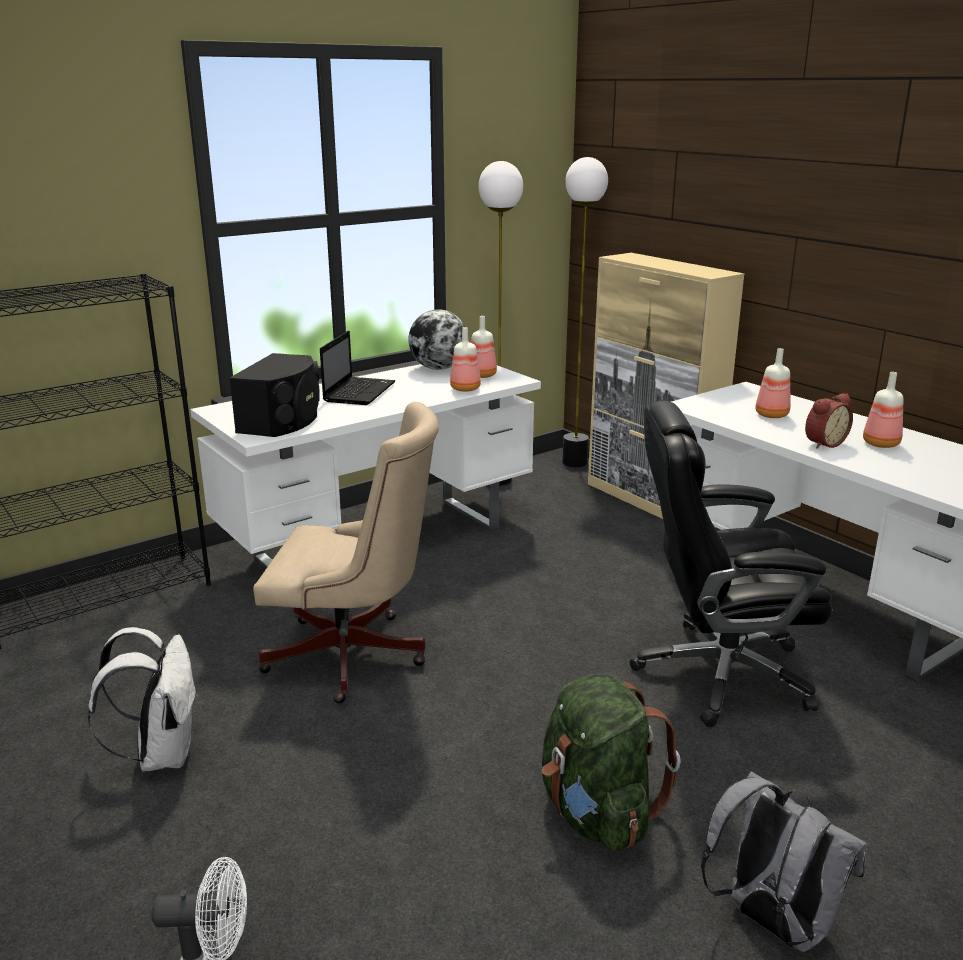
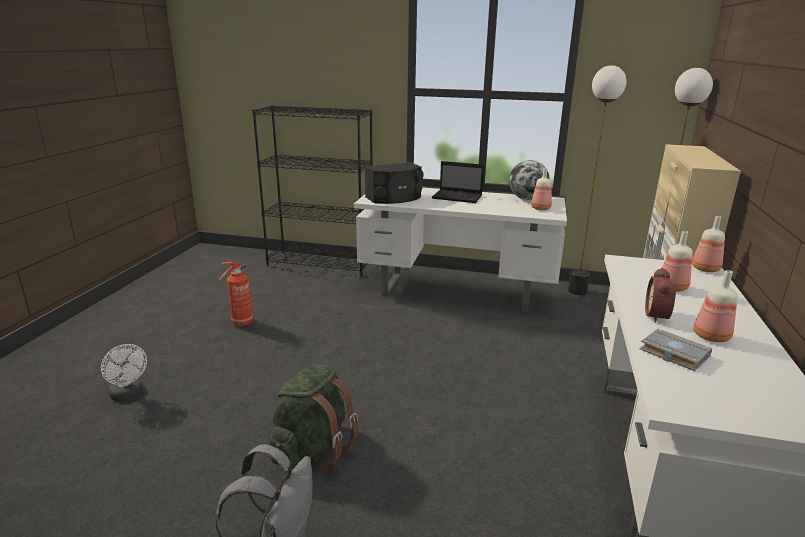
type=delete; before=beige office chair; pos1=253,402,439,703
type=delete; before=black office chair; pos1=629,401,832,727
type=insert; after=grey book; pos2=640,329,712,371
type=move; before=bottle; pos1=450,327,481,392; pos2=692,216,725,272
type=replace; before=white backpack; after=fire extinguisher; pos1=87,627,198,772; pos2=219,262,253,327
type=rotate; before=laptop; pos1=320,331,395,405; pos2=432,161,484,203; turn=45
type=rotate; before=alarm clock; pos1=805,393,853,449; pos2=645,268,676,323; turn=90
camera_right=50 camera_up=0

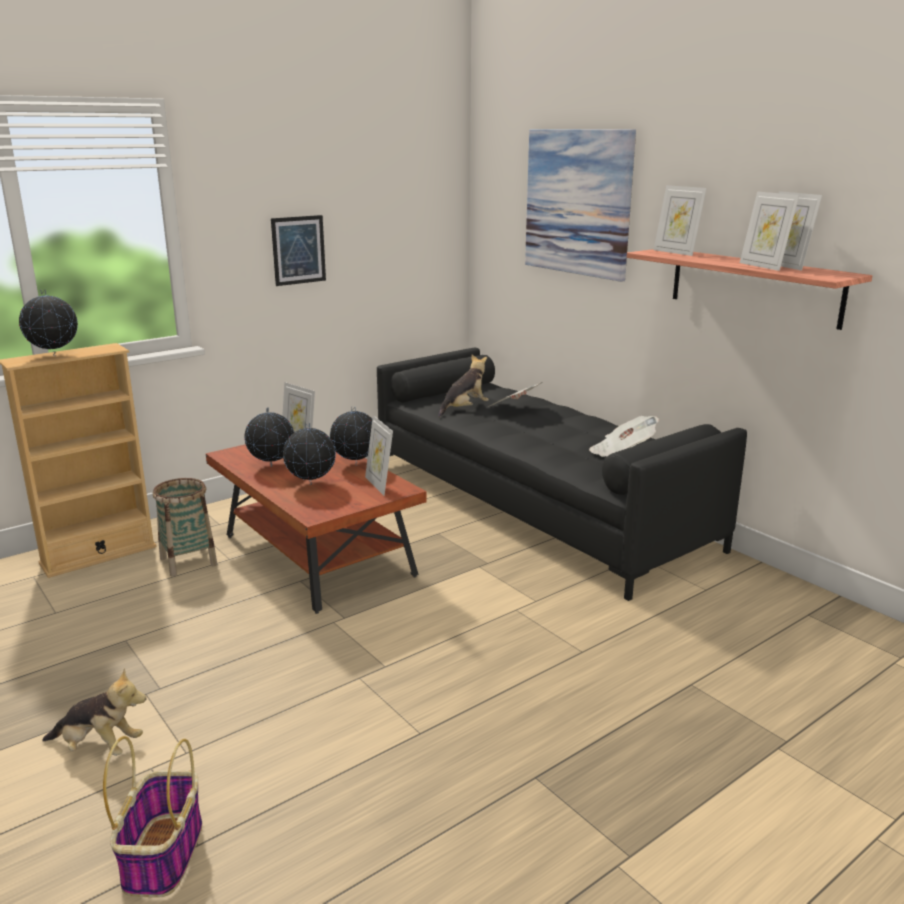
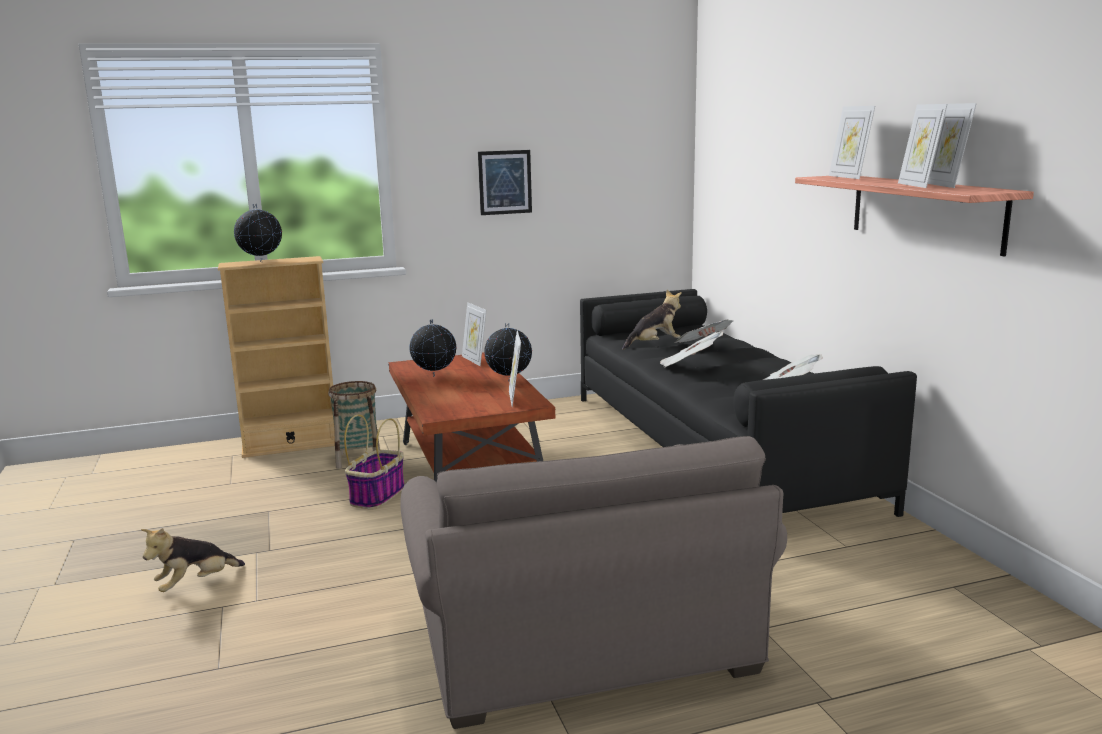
type=delete; before=globe; pos1=283,423,336,485
type=delete; before=picture; pos1=525,129,636,282
type=insert; after=grey armchair; pos2=400,436,787,729
type=insert; after=newspaper; pos2=660,332,723,368
type=move; before=basket; pos1=103,736,202,898; pos2=344,415,404,510
type=rotate; before=plush toy; pos1=42,668,147,756; pos2=141,528,245,592; turn=105
camera_right=20 camera_up=-5

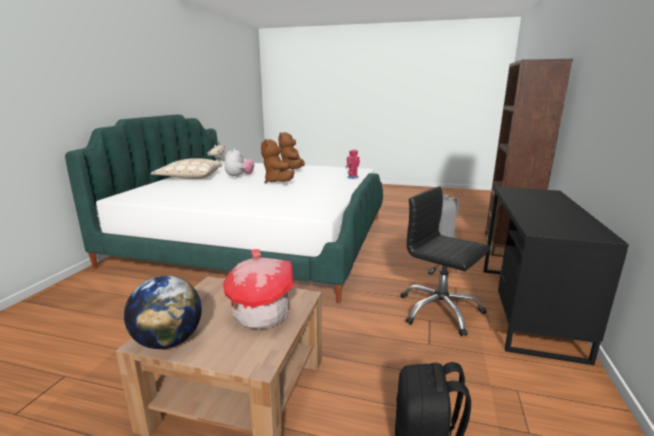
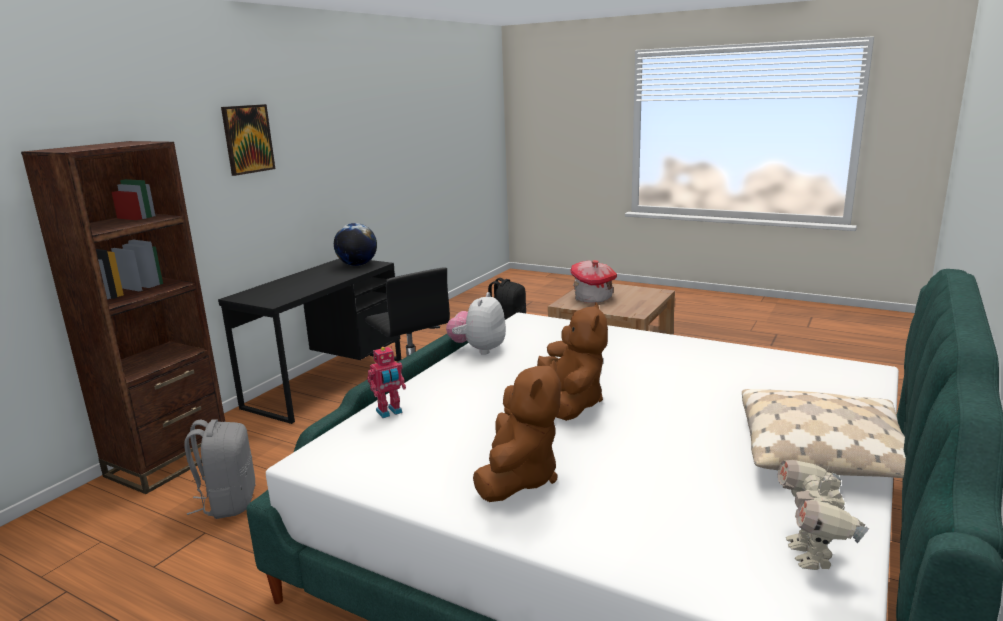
type=insert; after=picture; pos2=221,104,275,176
type=move; before=globe; pos1=124,276,202,349; pos2=334,223,377,266
type=move; before=plush toy; pos1=225,148,254,178; pos2=446,292,506,355
camera_right=-165 camera_up=0

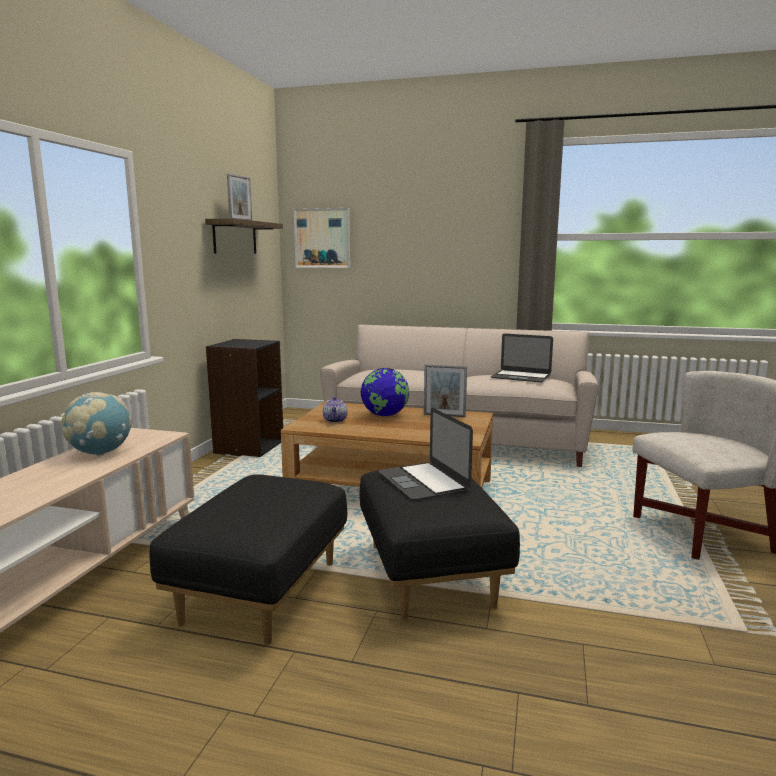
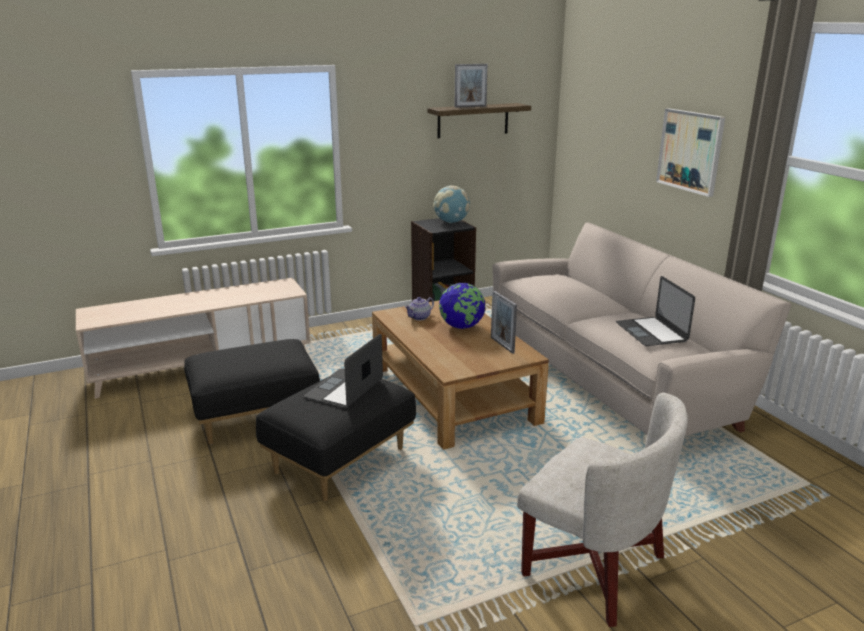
type=move; before=globe; pos1=62,392,132,455; pos2=433,186,470,223
type=move; before=picture; pos1=294,208,350,268; pos2=656,108,725,197
camera_right=50 camera_up=10

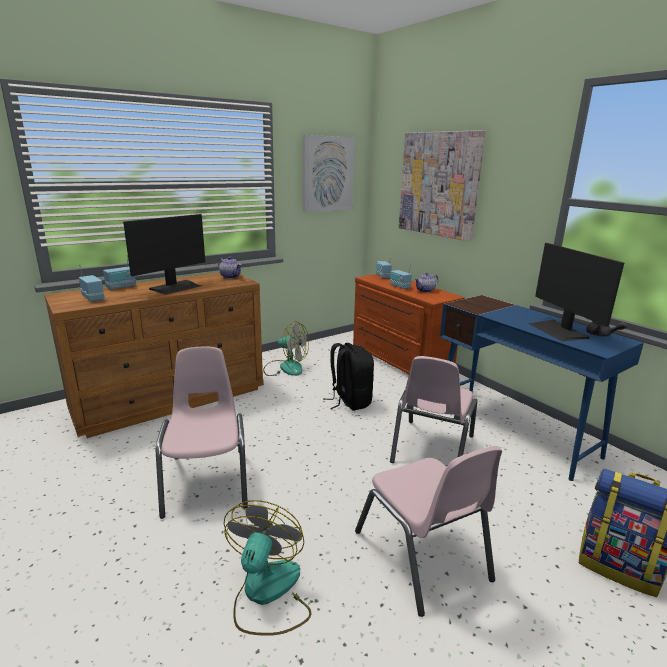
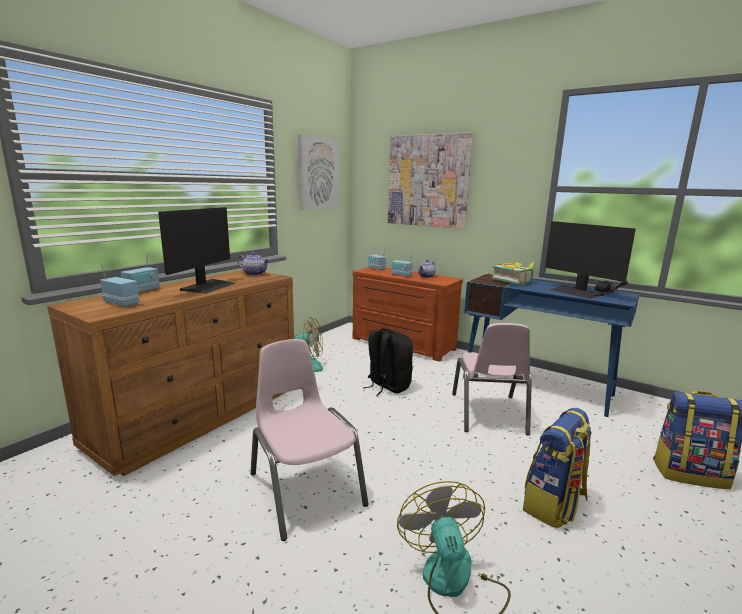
type=insert; after=book; pos2=491,262,534,286
type=replace; before=pink chair; after=backpack; pos1=355,446,502,617; pos2=523,408,592,529
camera_right=-20 camera_up=-5

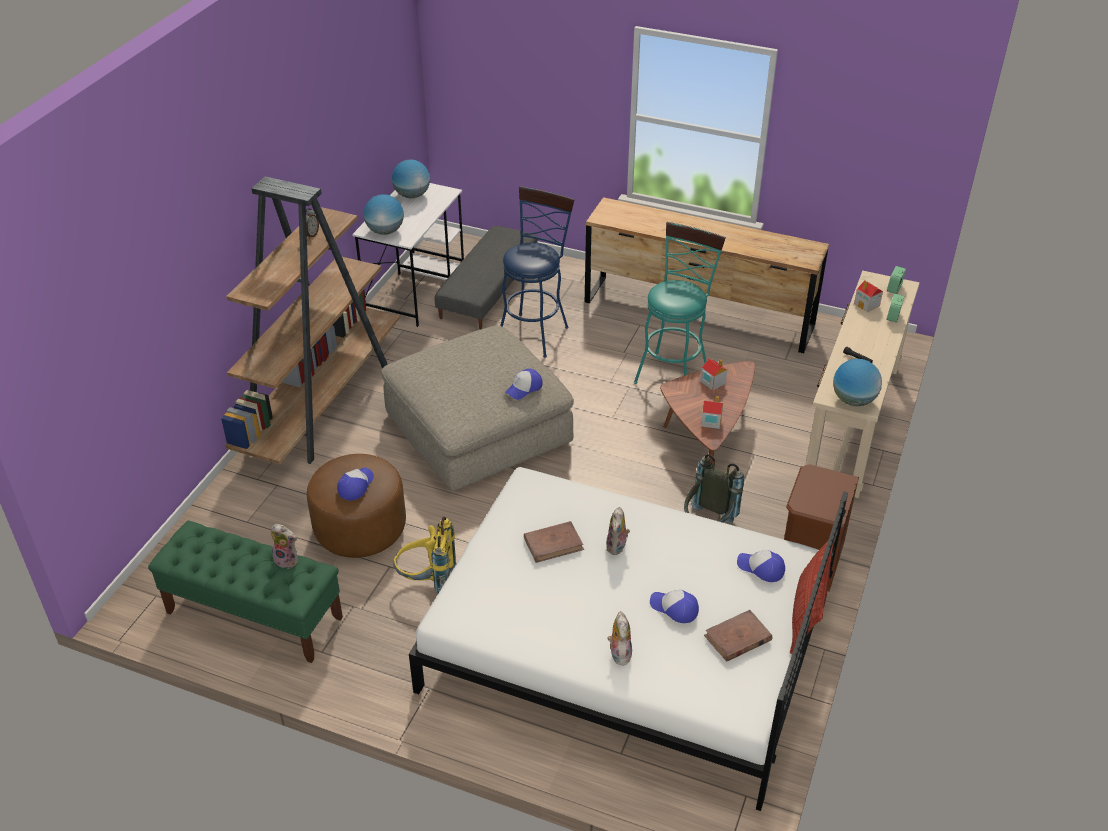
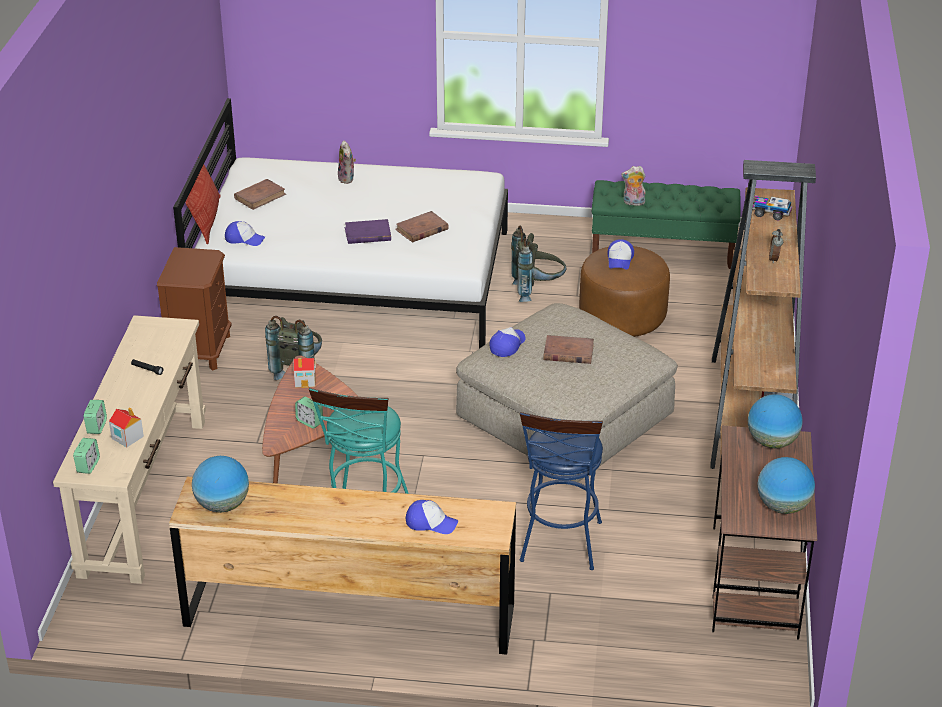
type=delete; before=grey ottoman; pos1=434,226,538,330
type=insert; after=brown book; pos2=543,335,594,364
type=insert; after=toy truck; pos2=752,195,792,221
type=move; before=cap; pos1=650,590,699,623; pos2=406,500,458,534
type=move; before=globe; pos1=833,359,882,406; pos2=192,456,249,513
type=replace; before=plush toy; after=purple book; pos1=606,507,630,555; pos2=345,219,391,244
type=replace; before=toy house; after=alarm clock; pos1=700,359,727,391; pos2=295,397,323,429
type=recolor; before=white desk; after=brown desk; pos1=352,183,464,327; pos2=712,426,817,639
type=recolor; before=yellow backpack; after=grey backpack; pos1=393,517,457,595; pos2=511,226,566,302
camera_right=165 camera_up=-5

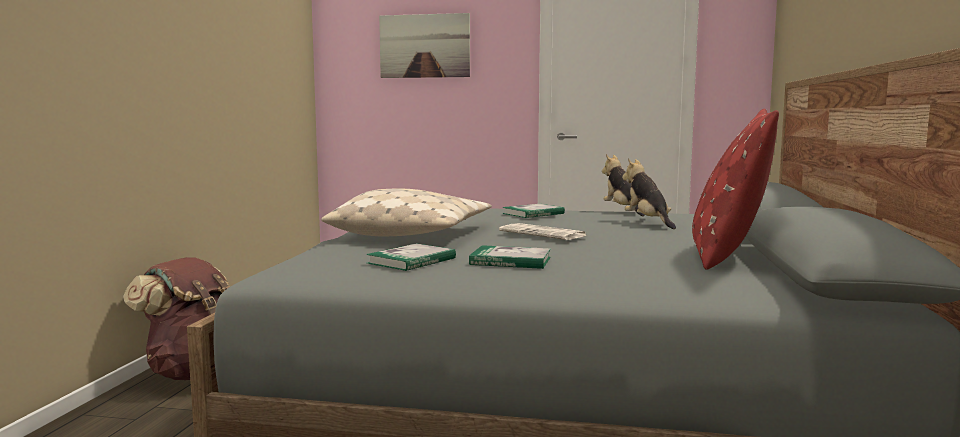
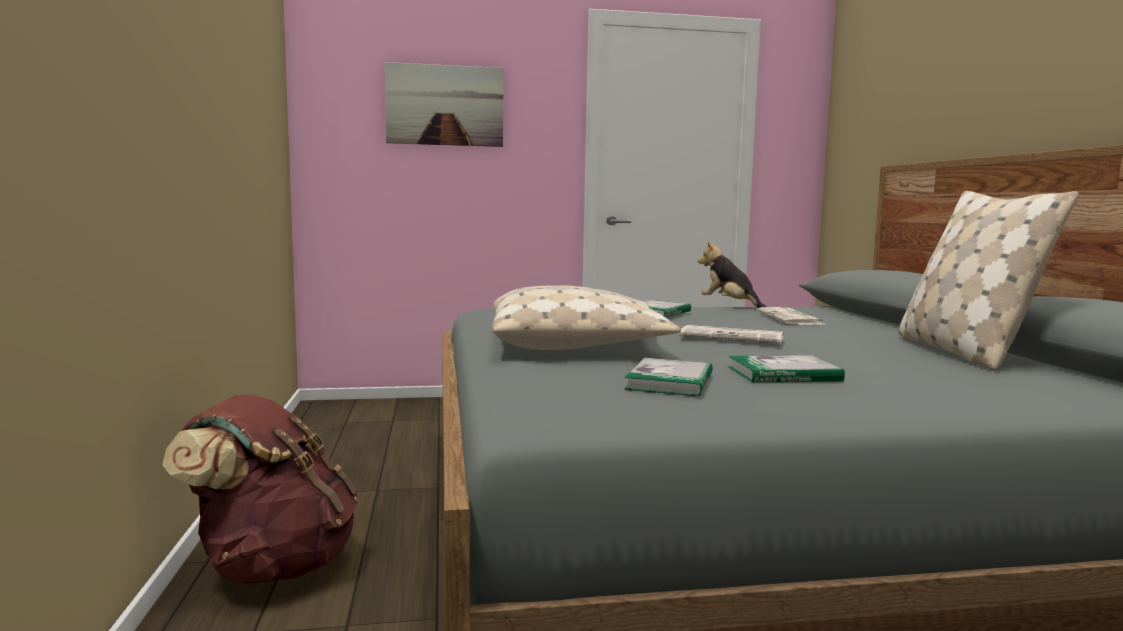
type=replace; before=plush toy; after=newspaper; pos1=622,158,676,229; pos2=758,307,827,325
type=recolor; before=red pillow; after=beige pillow; pos1=692,109,779,270; pos2=898,191,1079,371
camera_right=-20 camera_up=0

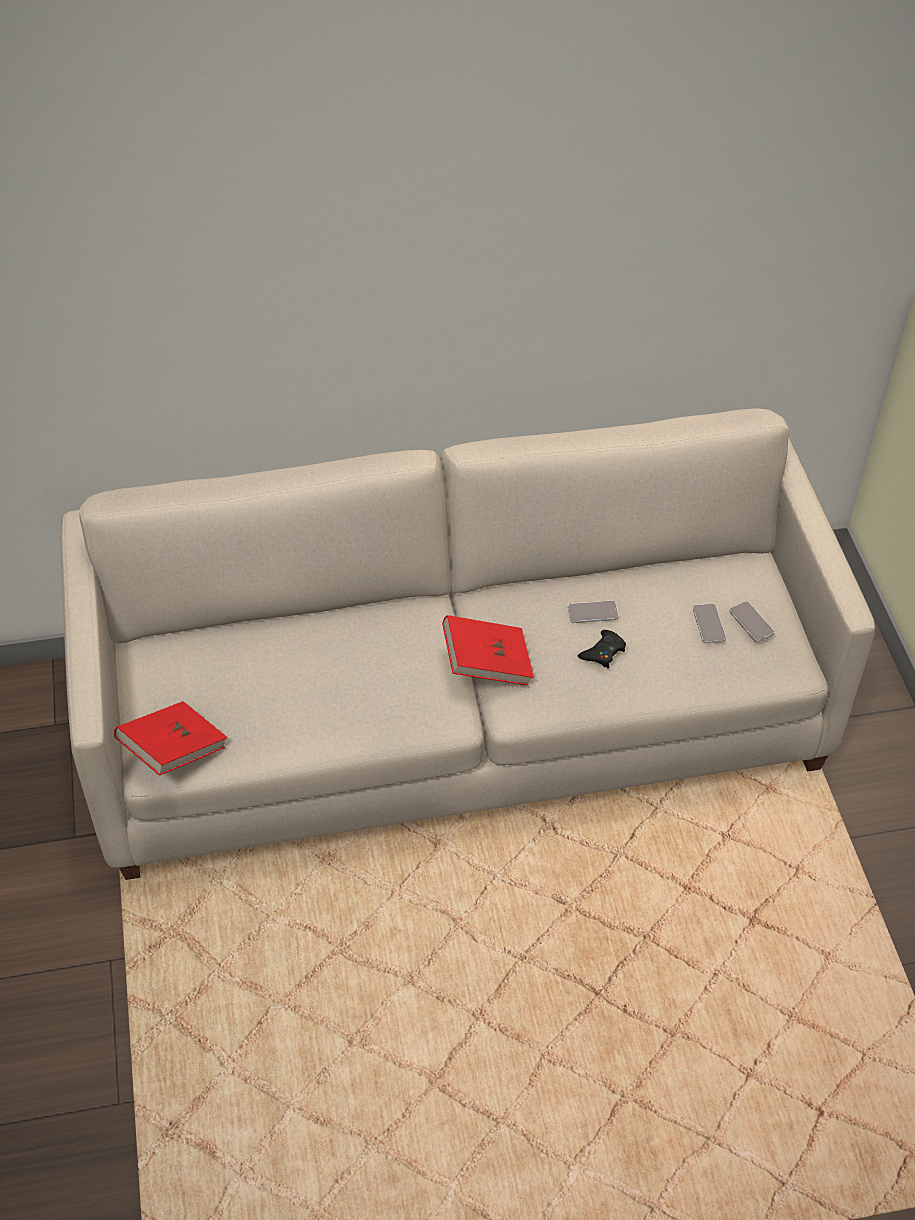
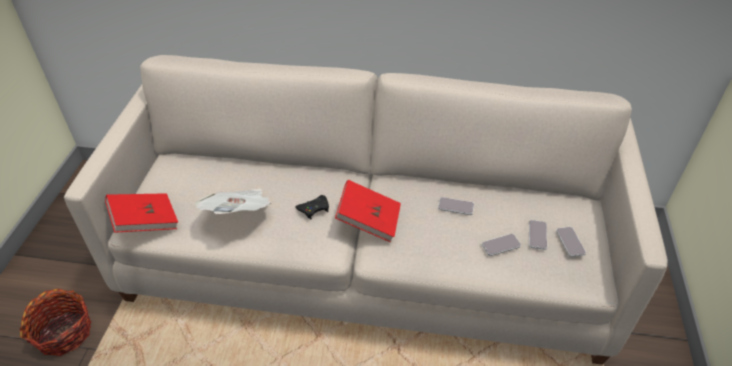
type=insert; after=basket; pos2=20,289,91,356
type=insert; after=newspaper; pos2=195,188,272,214
type=insert; after=phone; pos2=482,234,521,256
type=move; before=black game controller; pos1=577,630,626,668; pos2=295,195,329,220
camera_right=20 camera_up=-5

